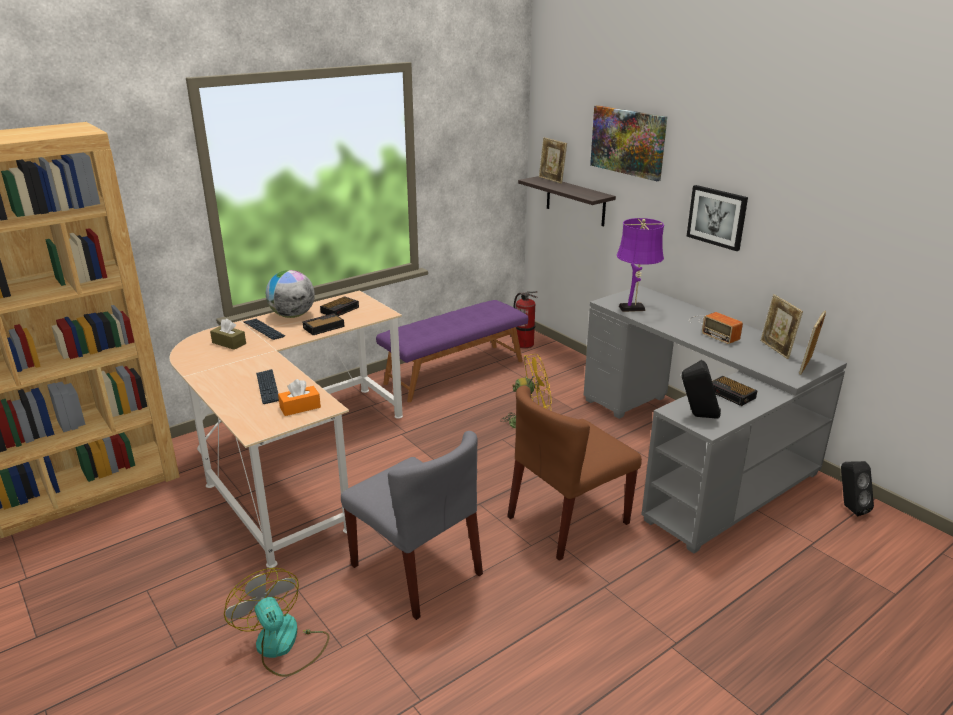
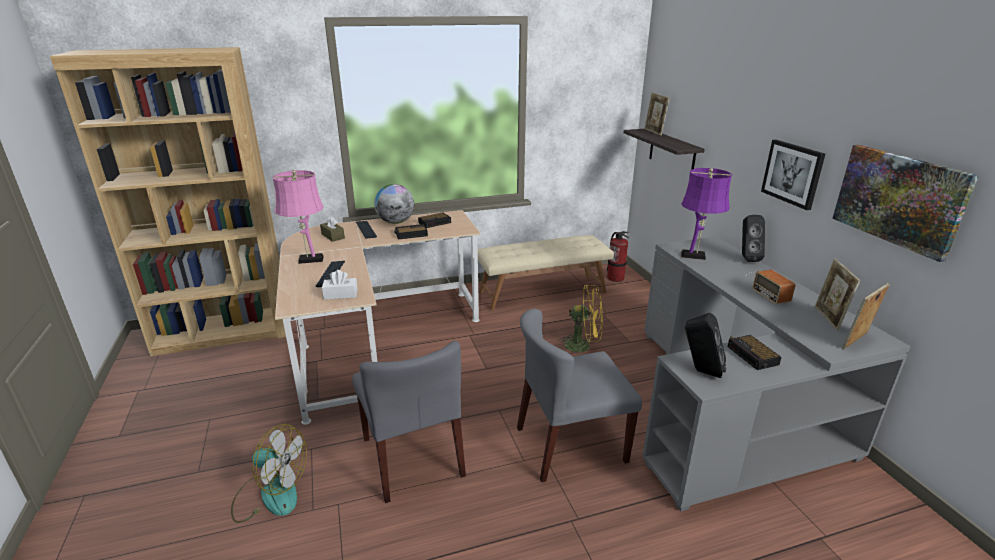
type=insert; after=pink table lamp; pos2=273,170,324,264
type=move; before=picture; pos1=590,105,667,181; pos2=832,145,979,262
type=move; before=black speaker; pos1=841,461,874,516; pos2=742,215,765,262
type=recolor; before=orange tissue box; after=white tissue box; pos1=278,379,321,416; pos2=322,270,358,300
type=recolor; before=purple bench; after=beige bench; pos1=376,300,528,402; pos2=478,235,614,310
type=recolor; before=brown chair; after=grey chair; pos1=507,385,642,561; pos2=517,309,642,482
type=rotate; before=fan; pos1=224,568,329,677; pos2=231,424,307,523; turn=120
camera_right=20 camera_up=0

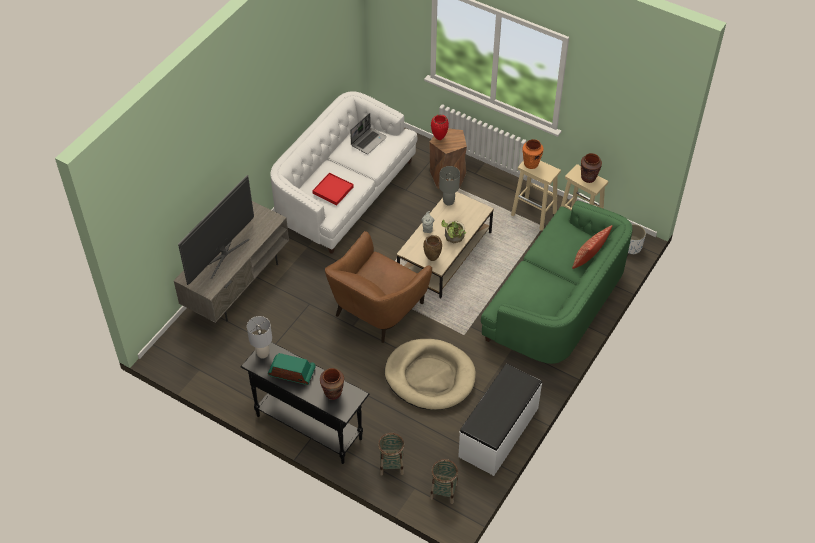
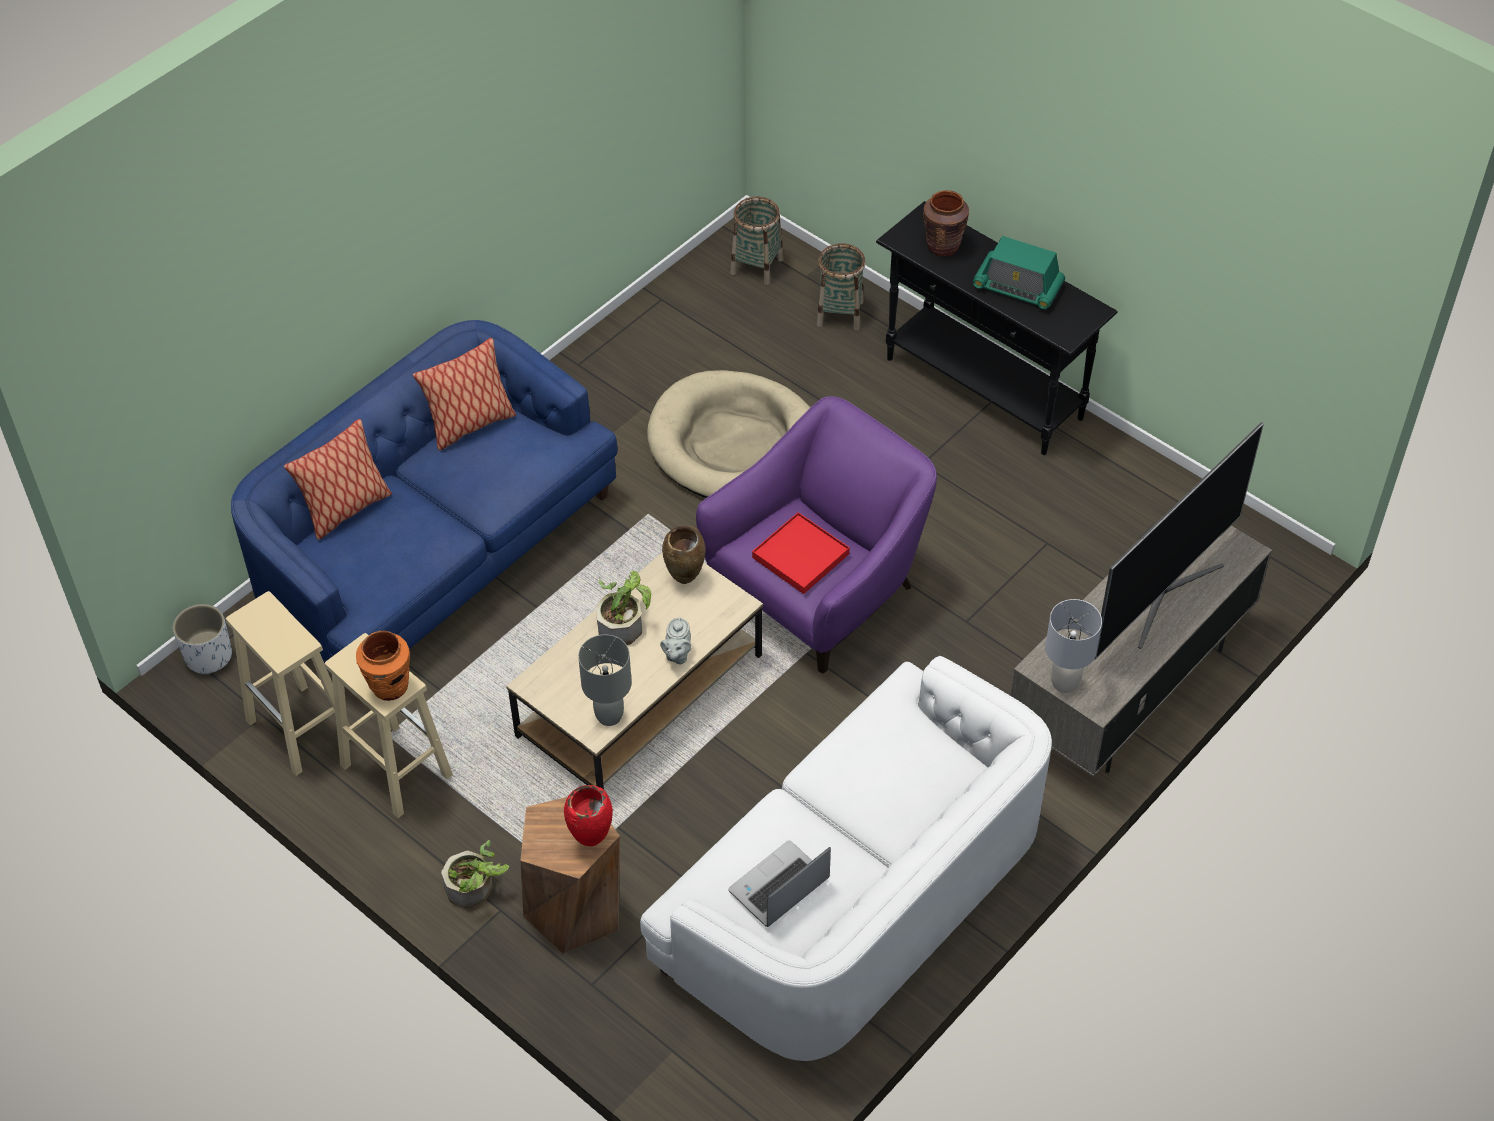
type=delete; before=white bench; pos1=458,364,542,476
type=delete; before=brown vase; pos1=581,153,602,183
type=insert; after=pillow; pos2=413,338,516,450
type=insert; after=potted plant; pos2=441,840,509,908
type=move; before=grey table lamp; pos1=247,316,272,359; pos2=1045,599,1102,693
type=move; before=red tray; pos1=312,173,354,205; pos2=752,512,850,594
type=recolor; before=brown armchair; after=purple armchair; pos1=325,231,432,343; pos2=696,396,937,673
type=recolor; before=green sofa; after=blue sofa; pos1=481,200,632,364; pos2=231,320,618,663
camera_right=-170 camera_up=0

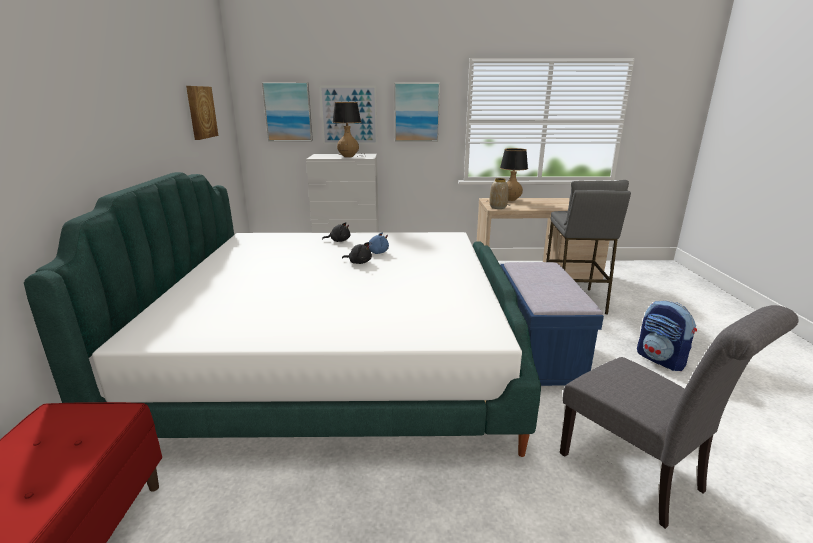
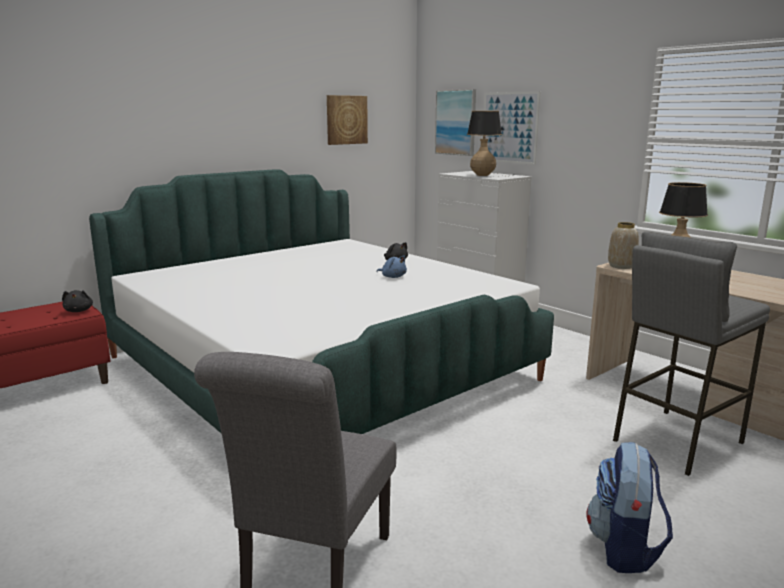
type=delete; before=picture; pos1=394,83,440,141
type=delete; before=blue bench; pos1=500,262,604,386
type=move; before=black plush toy; pos1=342,242,372,264; pos2=62,290,93,312
camera_right=50 camera_up=-5

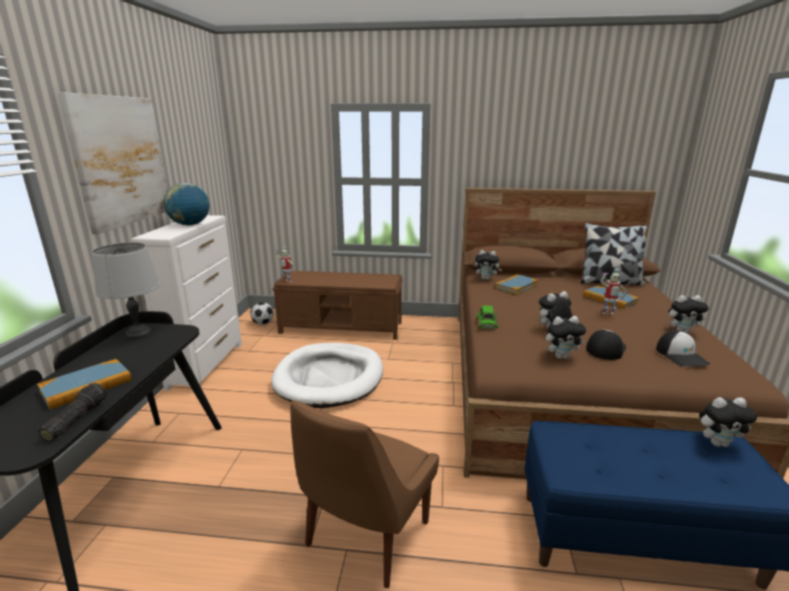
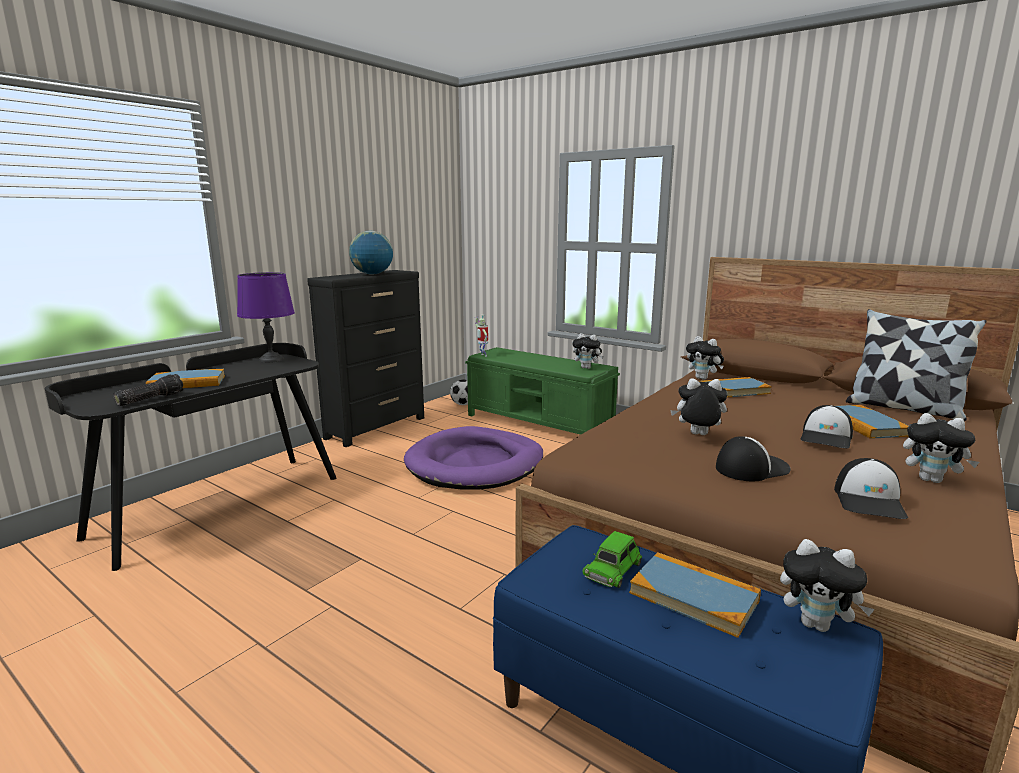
type=delete; before=picture; pos1=58,92,168,234
type=delete; before=brown chair; pos1=290,400,439,588
type=insert; after=book; pos2=629,552,761,638
type=move; before=green toy car; pos1=477,305,498,329; pos2=582,531,642,588
type=move; before=plush toy; pos1=546,316,586,359; pos2=572,333,604,369
type=replace; before=toy robot; after=cap; pos1=600,269,628,314; pos2=801,405,853,449
type=recolor; before=grey table lamp; after=purple table lamp; pos1=92,242,160,339; pos2=237,272,295,363
type=recolor; before=white dresser; after=black dresser; pos1=132,215,242,393; pos2=307,270,424,447
type=recolor; before=white dog bed; after=purple dog bed; pos1=271,343,383,408; pos2=404,426,543,490
type=recolor; before=brown bench; after=green bench; pos1=272,271,403,340; pos2=465,347,620,435
camera_right=30 camera_up=-5

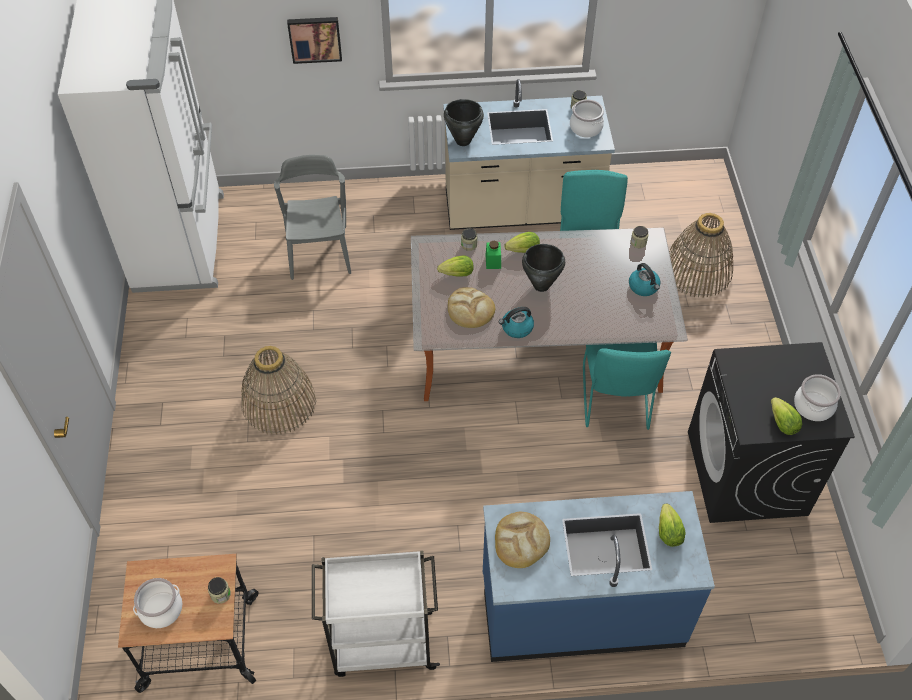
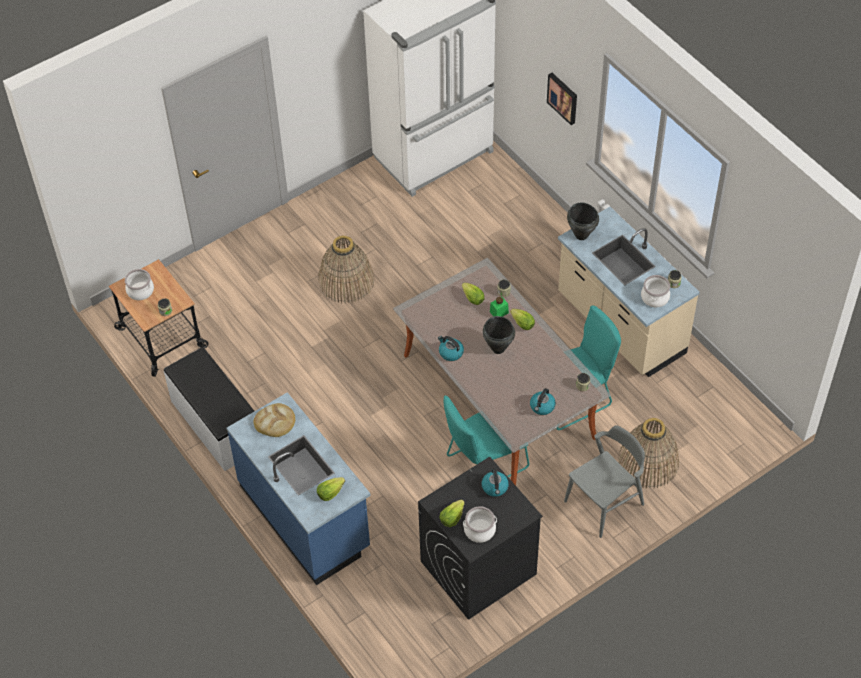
type=delete; before=bread; pos1=448,287,495,328
type=insert; after=kettle; pos2=482,468,509,497
type=move; before=grey chair; pos1=274,155,351,280; pos2=564,426,645,538
type=replace; before=white cart; after=white bench; pos1=312,551,440,677; pos2=164,347,254,471
camera_right=60 camera_up=0

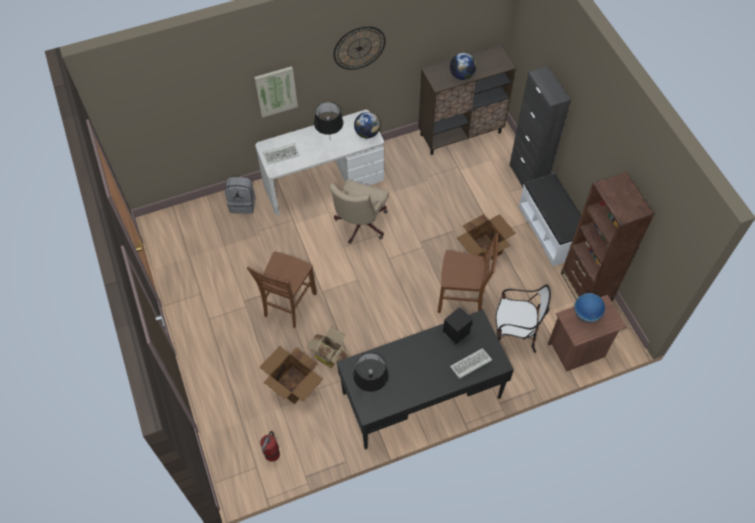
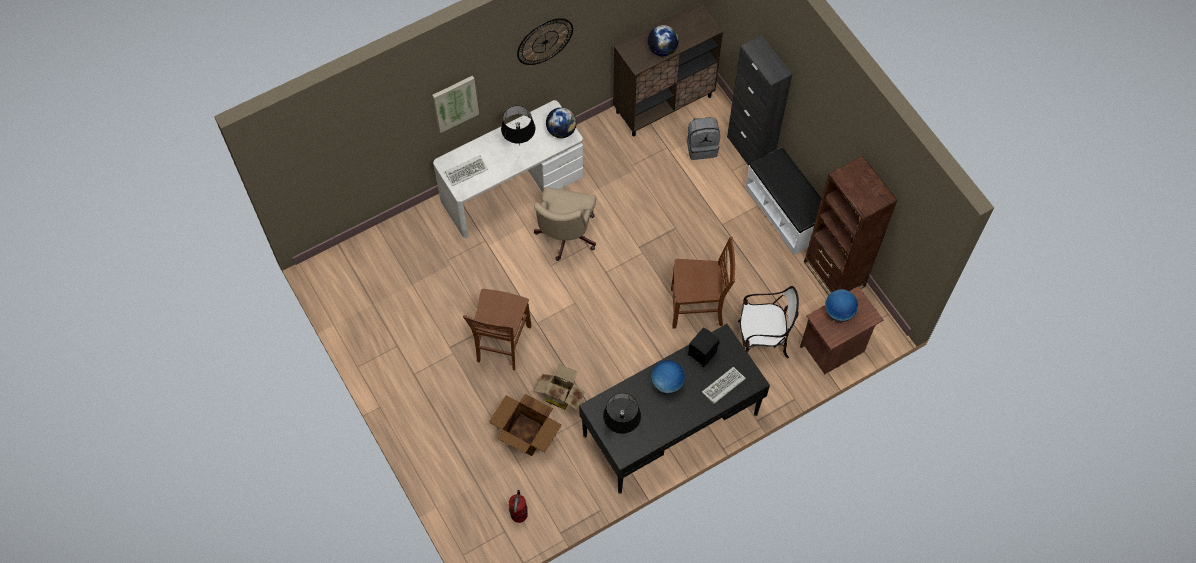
type=delete; before=cardboard box; pos1=457,214,516,260
type=insert; after=globe; pos2=651,360,685,394
type=move; before=grey backpack; pos1=225,177,255,214; pos2=687,117,720,160
camera_right=-10 camera_up=5

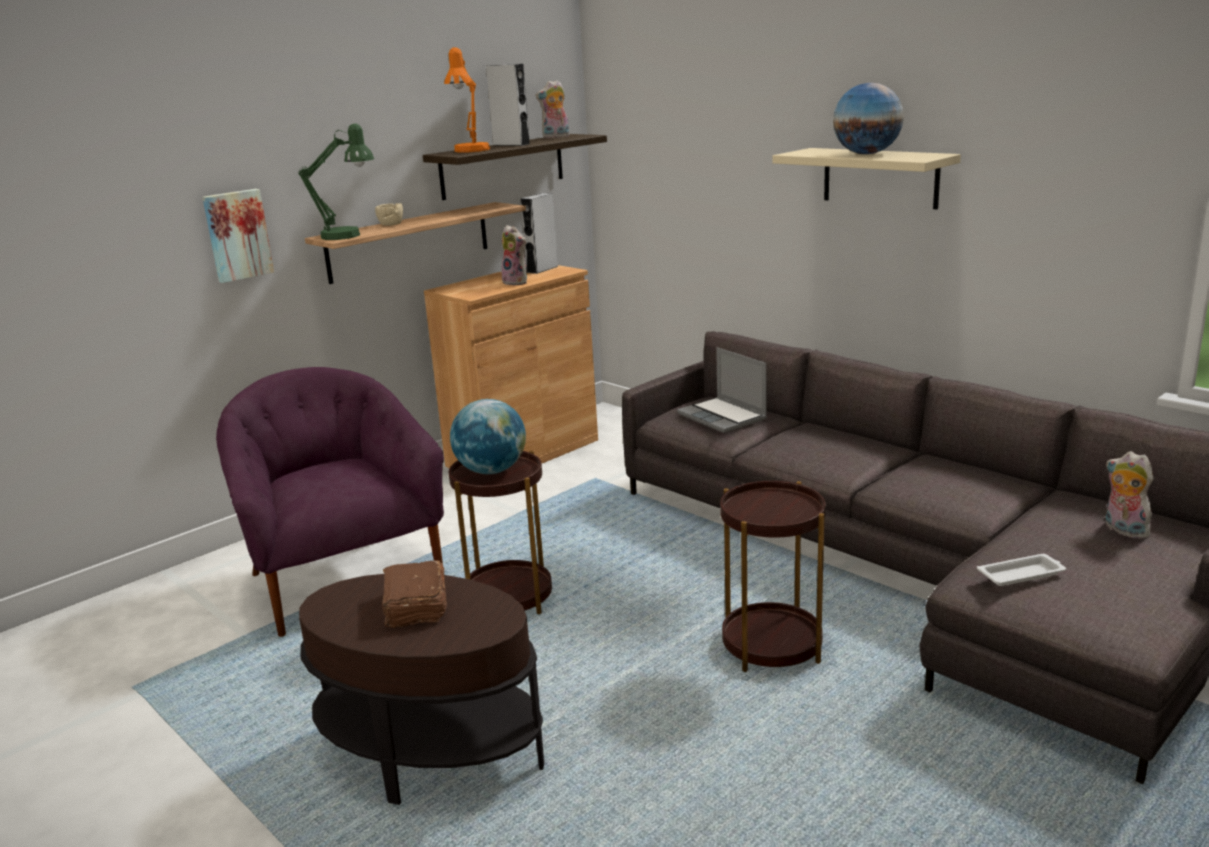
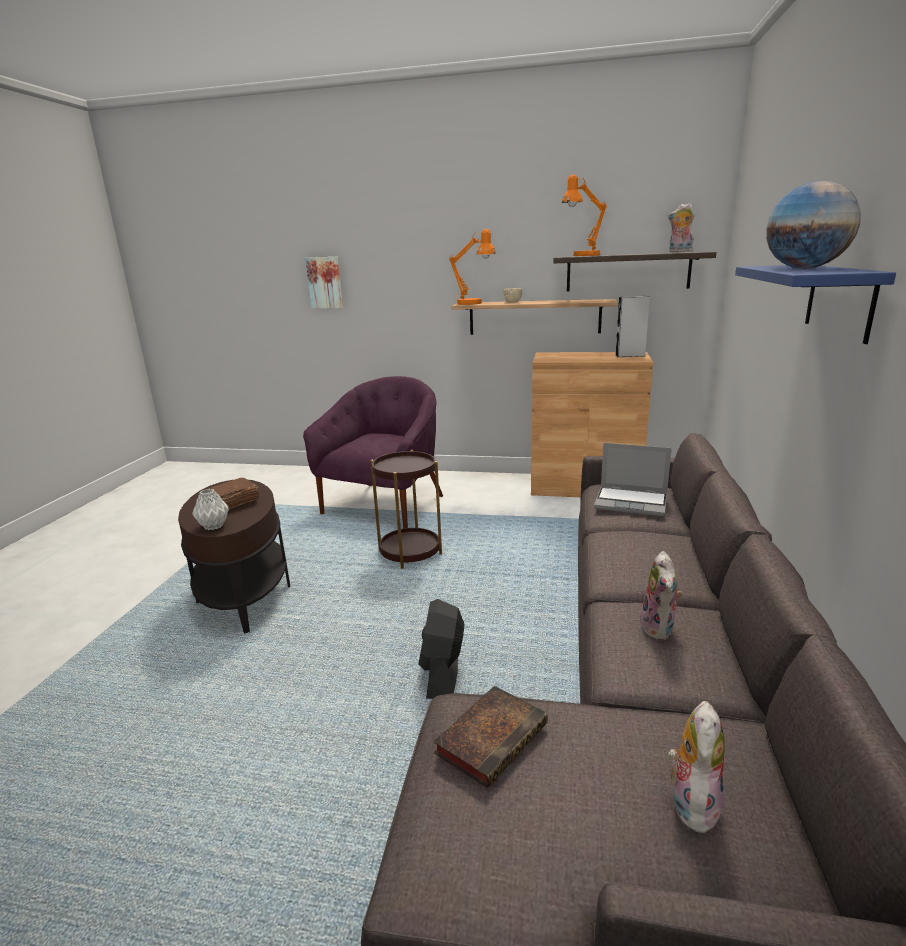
type=delete; before=globe; pos1=450,399,526,474
type=delete; before=grey speaker; pos1=486,64,530,146
type=insert; after=grey vase; pos2=192,489,229,530
type=move; before=picture; pos1=202,189,274,283; pos2=305,257,343,309
type=move; before=plush toy; pos1=501,225,527,286; pos2=639,551,683,640
type=replace; before=brown side table; after=black fan; pos1=720,481,826,672; pos2=418,599,465,699
type=replace; before=white tray; after=book; pos1=977,554,1066,586; pos2=433,686,548,788
type=recolor; before=green table lamp; after=orange table lamp; pos1=298,124,374,240; pos2=449,229,496,305
type=recolor; before=beige shelf; after=blue shelf; pos1=772,148,961,209; pos2=735,265,896,344
type=rotate; before=laptop; pos1=677,347,767,433; pos2=594,443,672,516; turn=-90
camera_right=55 camera_up=0

